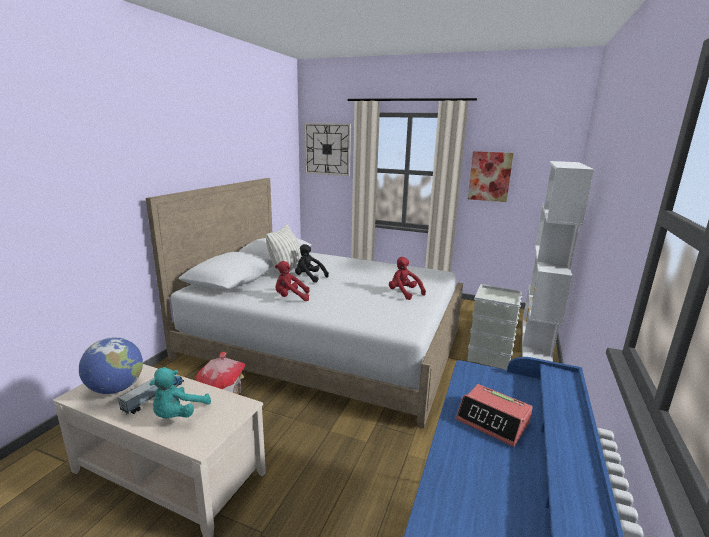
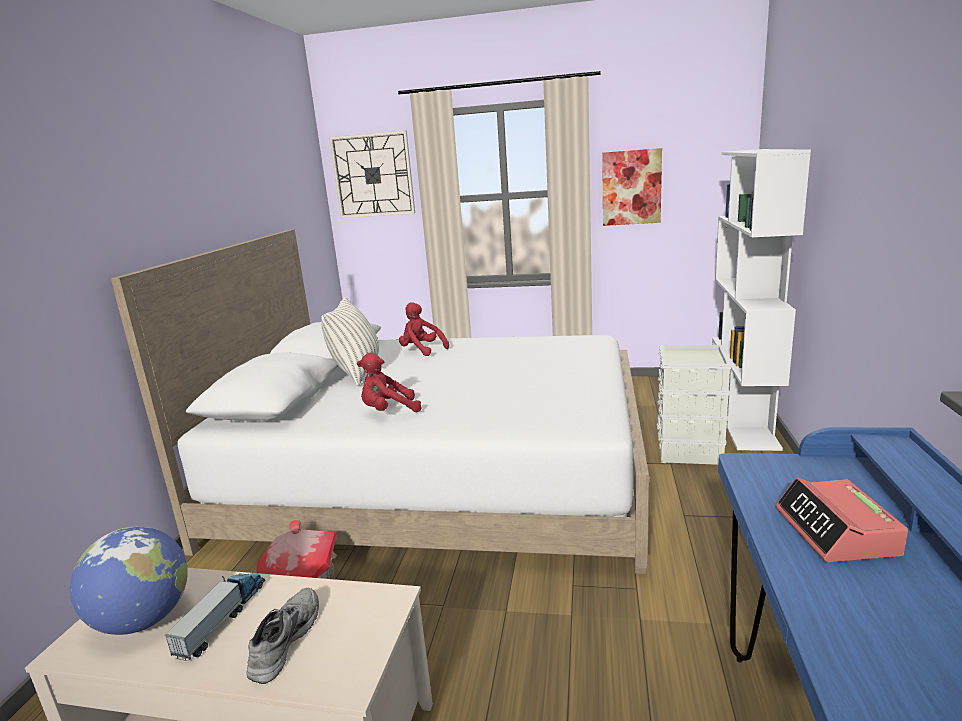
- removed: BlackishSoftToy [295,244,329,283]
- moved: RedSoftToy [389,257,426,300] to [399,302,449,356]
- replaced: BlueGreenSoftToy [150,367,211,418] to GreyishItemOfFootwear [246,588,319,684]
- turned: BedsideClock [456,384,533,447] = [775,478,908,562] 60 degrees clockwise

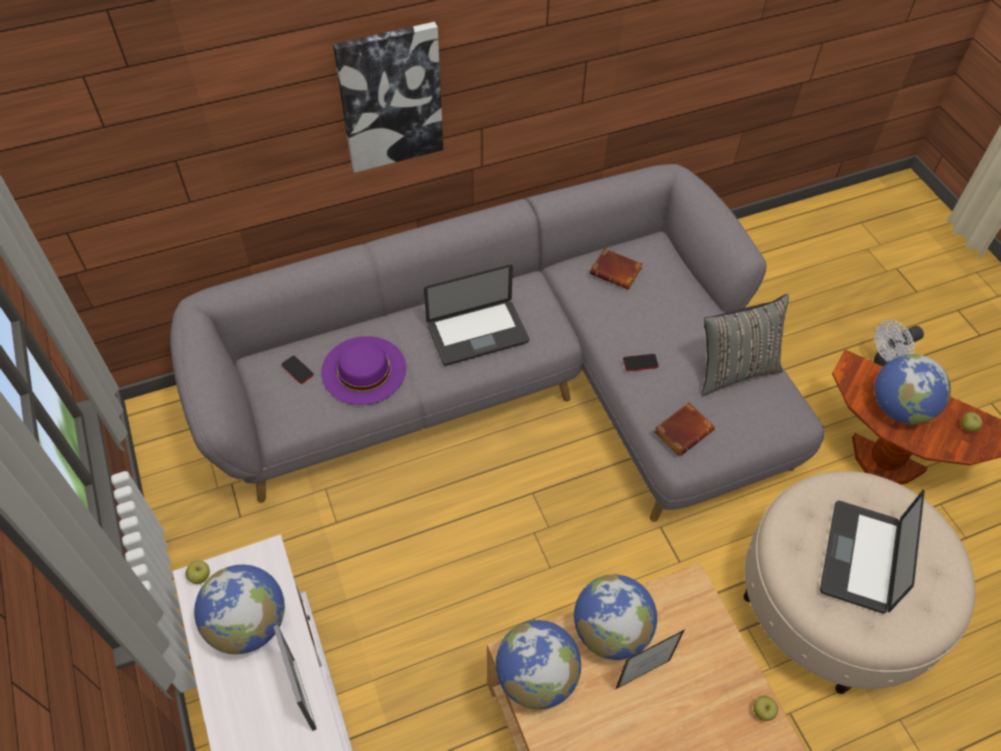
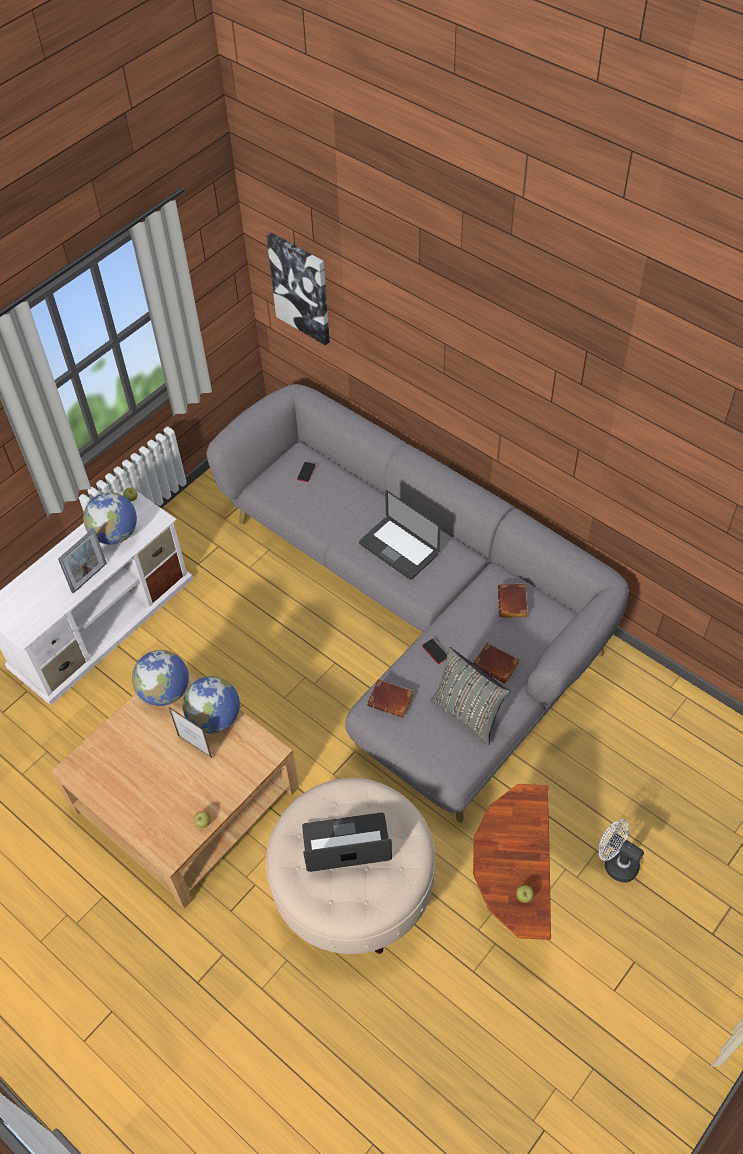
- moved: Picture [333,22,443,173] to [266,232,330,346]
- removed: PurpleColouredWearableHat [321,336,406,405]
- removed: DeskGlobe [875,354,951,424]
- added: BrownVolume [473,643,520,684]

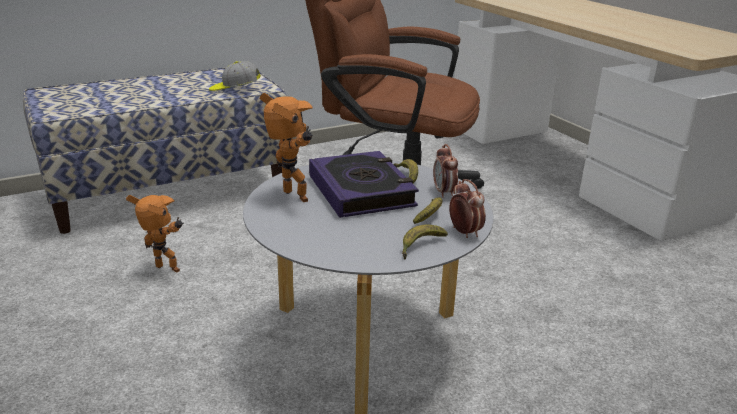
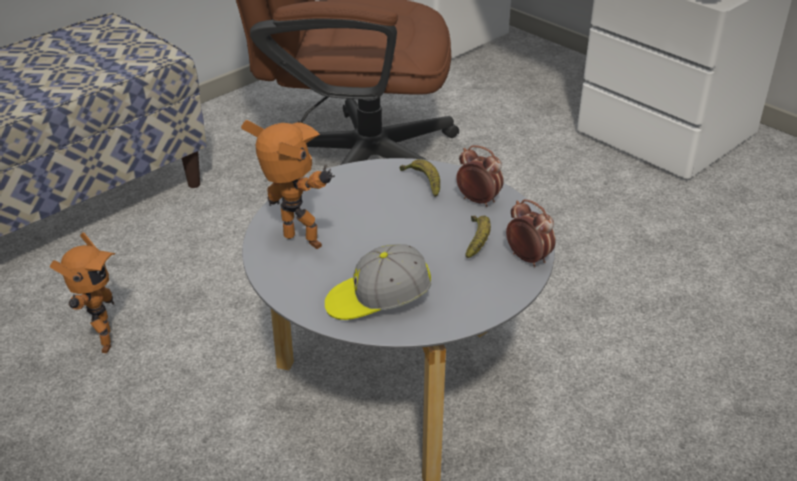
- moved: Cap [209,61,261,91] to [325,244,431,320]
- turned: BedsideClock [433,144,458,198] = [456,145,504,207] 150 degrees clockwise
- removed: Volume [309,151,419,218]
- turned: ModelRobot [126,195,184,272] = [50,232,115,353] 75 degrees clockwise
- removed: BananaFruit [402,225,448,260]

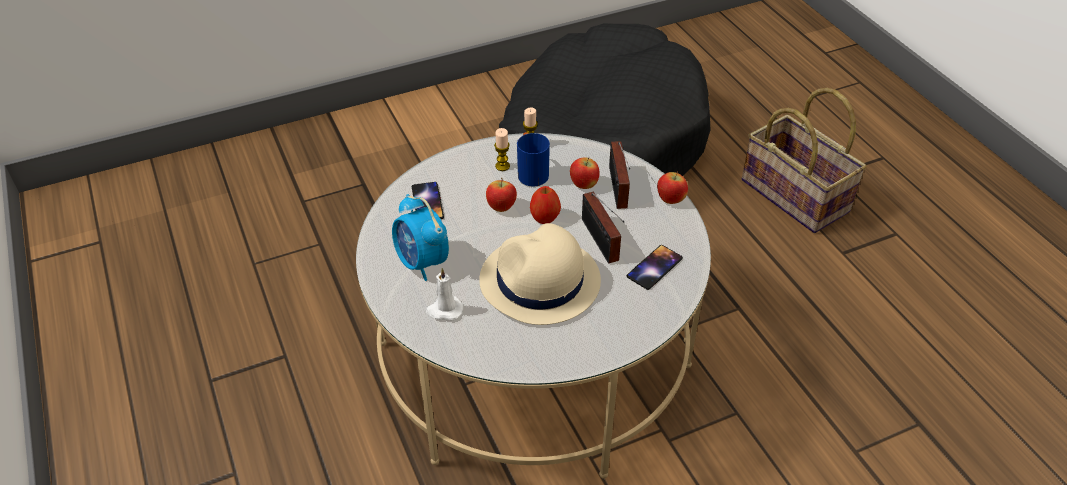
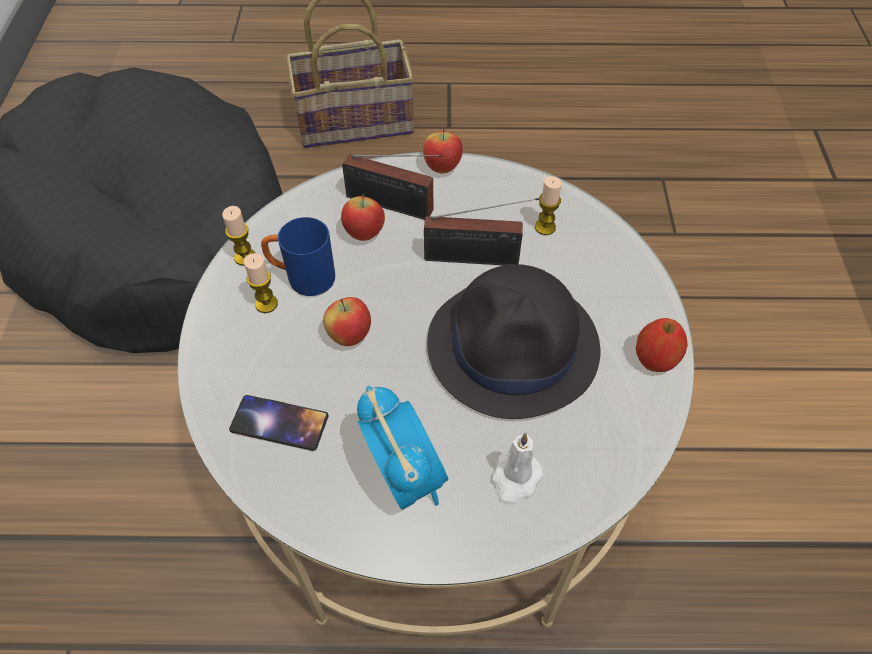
- moved: Apple [530,186,561,224] to [636,318,688,372]
- turned: BedsideClock [392,194,449,281] = [357,386,448,510] 105 degrees counterclockwise
- recoloured: SandColouredWearableHat [479,223,601,325] to BlackishWearableHat [427,264,600,419]
- replaced: Handset [627,245,683,290] to Candle [535,176,562,235]

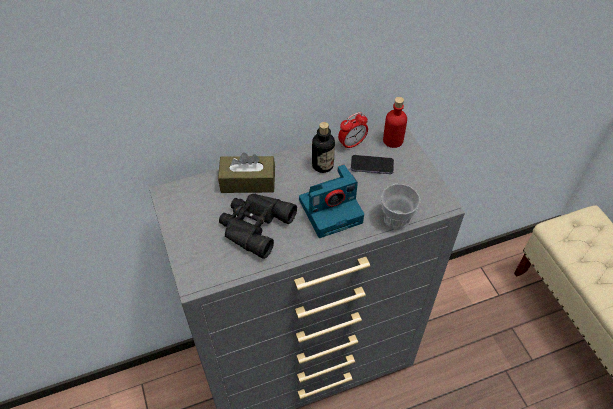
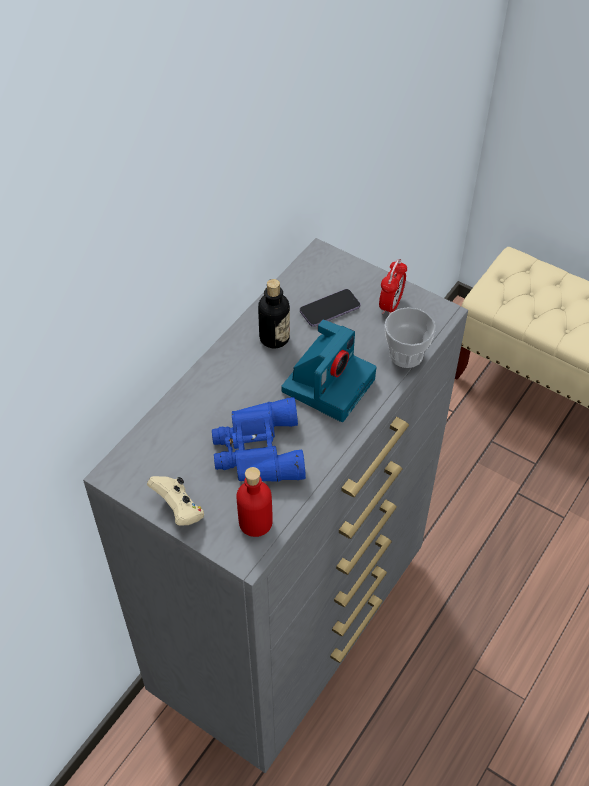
- moved: RedBottle [383,97,407,148] to [236,467,273,537]
- moved: BedsideClock [338,112,368,150] to [379,259,407,315]
- removed: BrownTissueBox [218,153,275,193]
- recoloured: BlackishBinoculars [219,194,297,259] to BlueBinoculars [212,397,306,482]
- added: SandColouredGamepad [147,476,204,526]

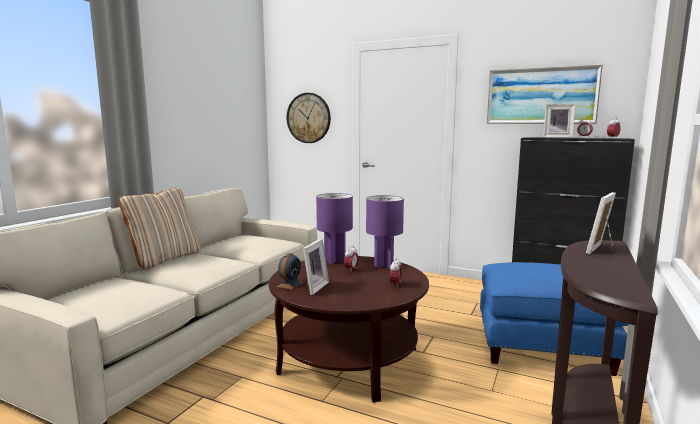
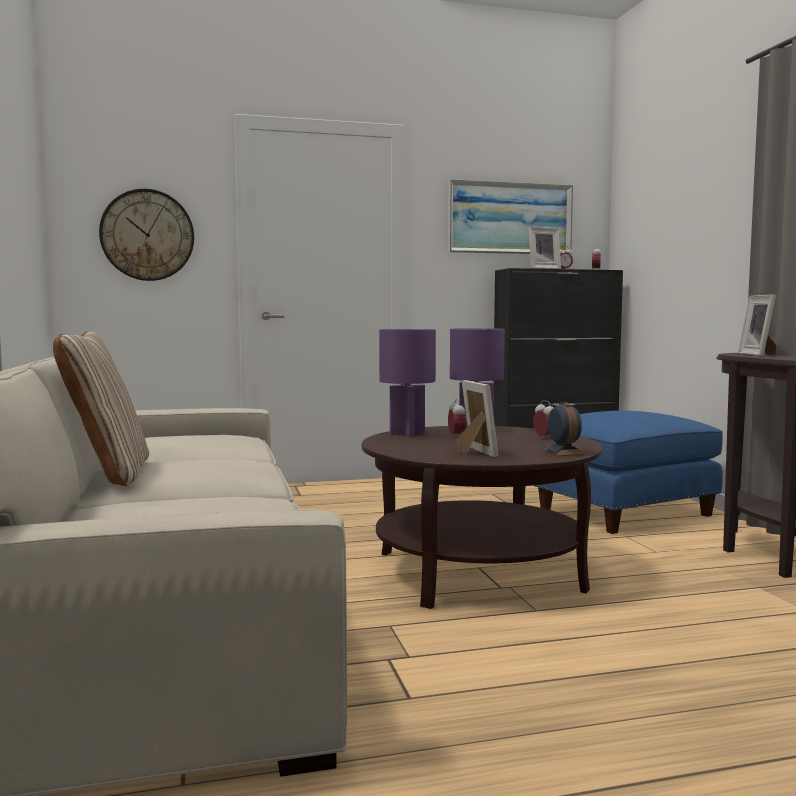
- moved: BedsideClock [276,253,303,290] to [543,403,585,456]

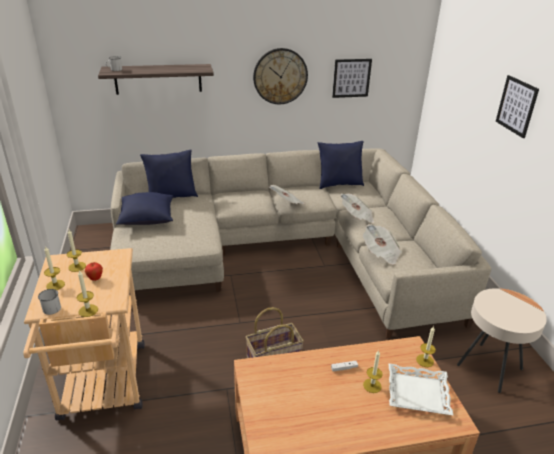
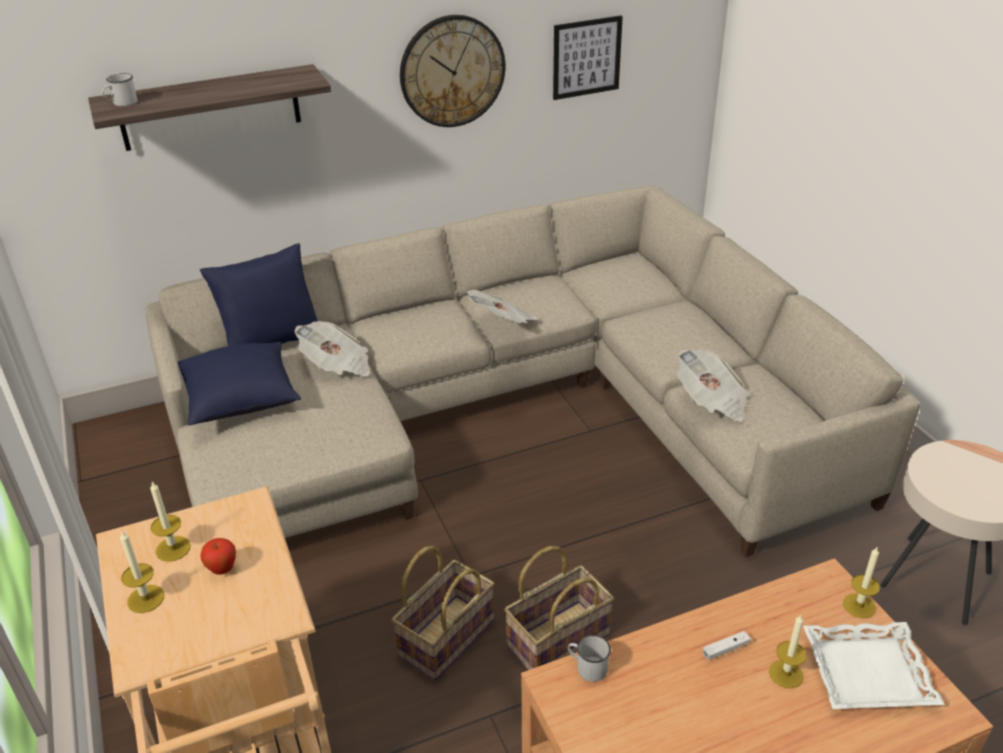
- removed: Picture [496,75,539,138]
- removed: BlueThrowPillow [318,141,364,189]
- moved: PrintedPaper [340,193,374,223] to [295,321,370,376]
- removed: Candle [77,270,98,317]
- moved: WhiteColouredMug [38,289,61,315] to [568,635,611,682]
- added: Basket [391,546,495,680]

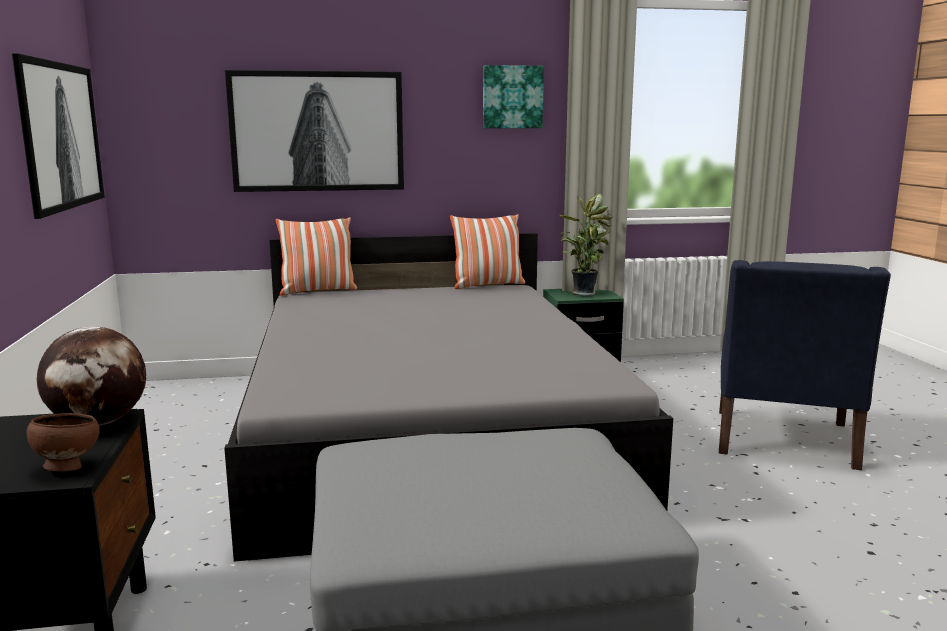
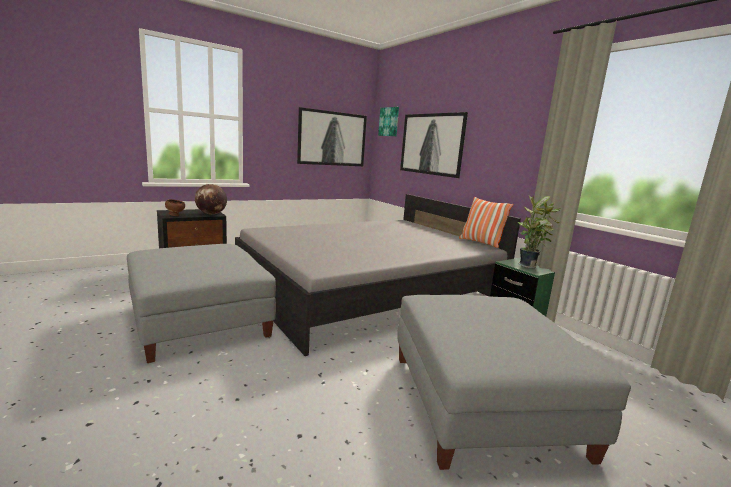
- moved: Picture [483,65,544,128] to [378,107,399,136]
- removed: ThrowPillow [276,217,357,296]
- replaced: BlueEasyChair [719,260,891,470] to GreyishPouffe [397,295,631,470]

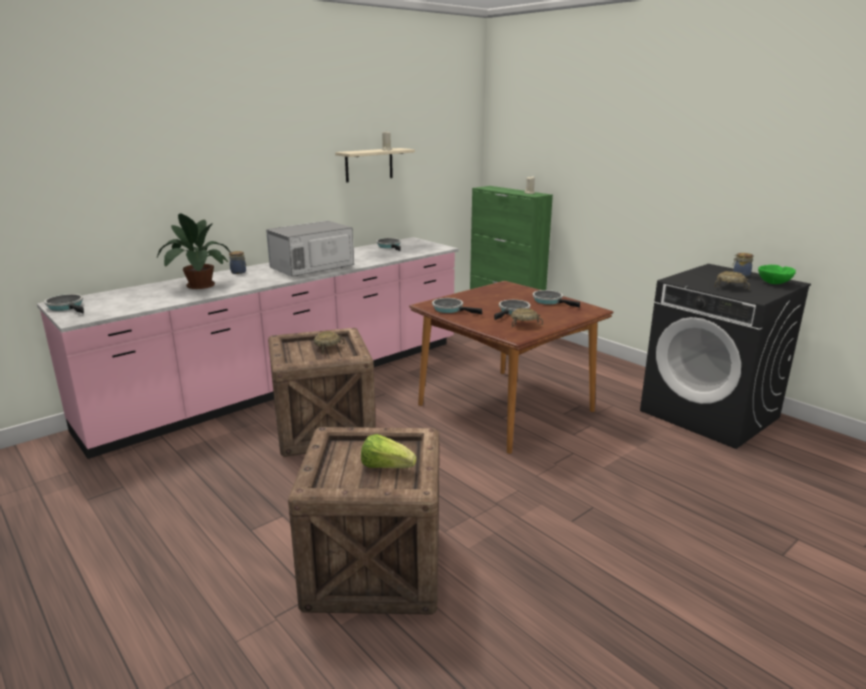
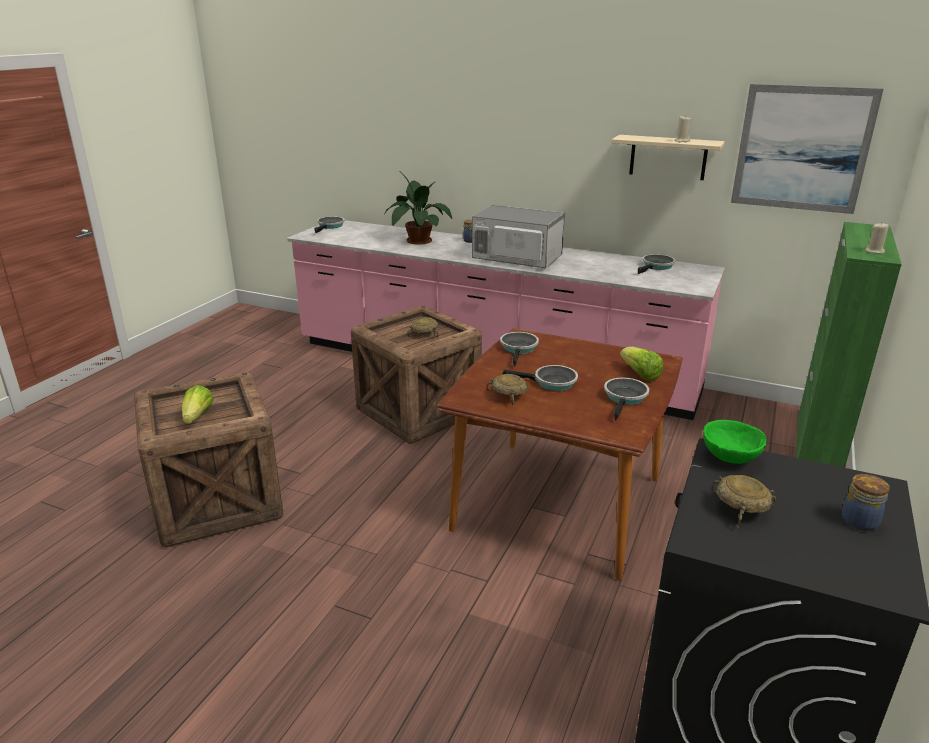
- moved: GreenServingBowl [758,265,796,284] to [703,420,767,464]
- added: Picture [731,84,884,214]
- added: HeadOfLettuce [620,347,663,381]

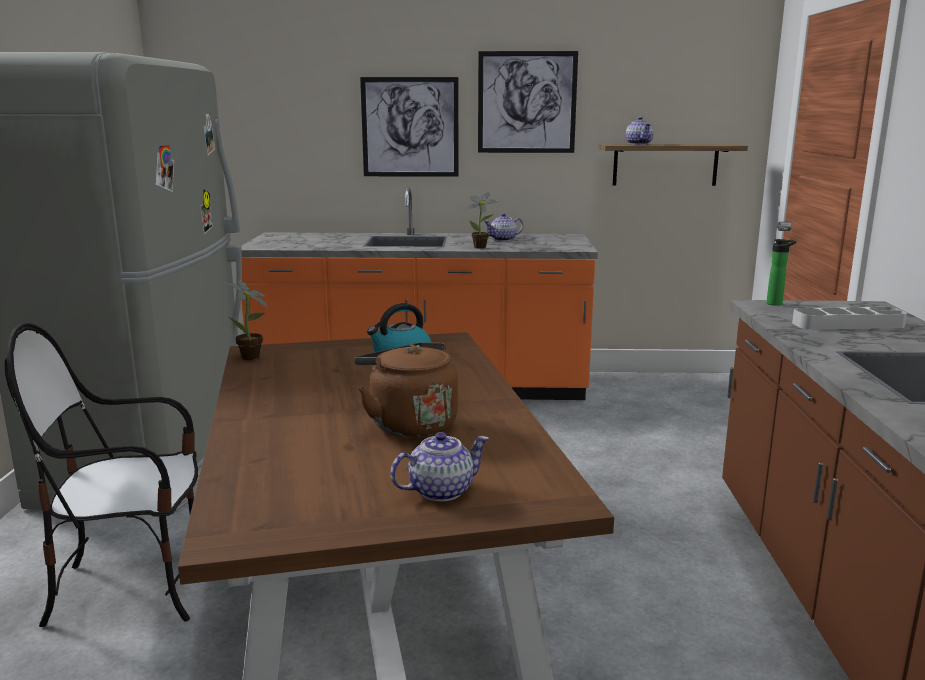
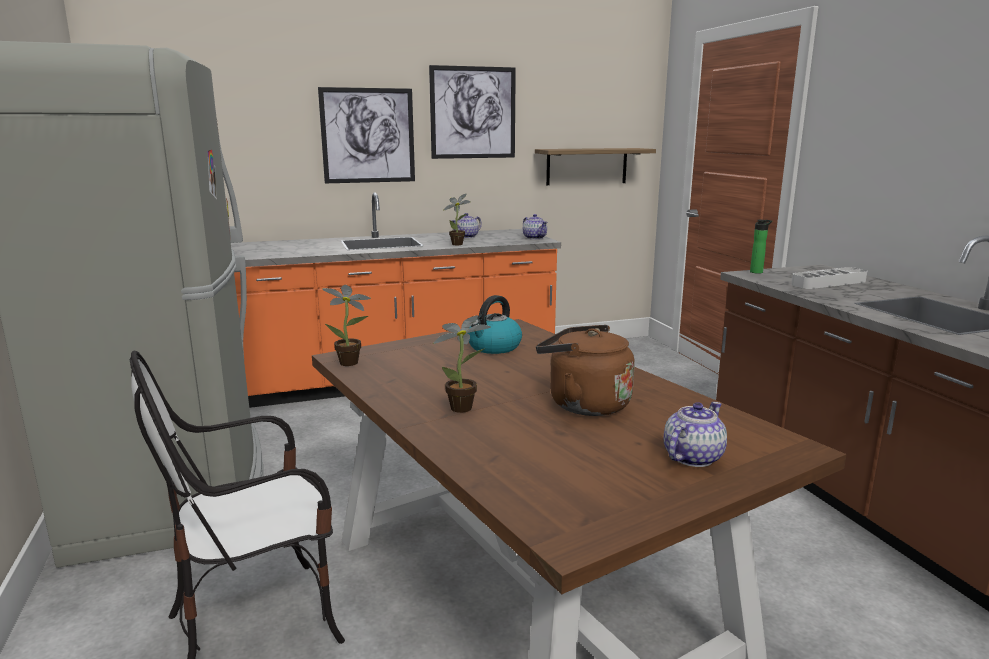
- moved: PotForTea [626,117,654,145] to [523,214,547,239]
- added: Houseplant [433,315,491,413]

